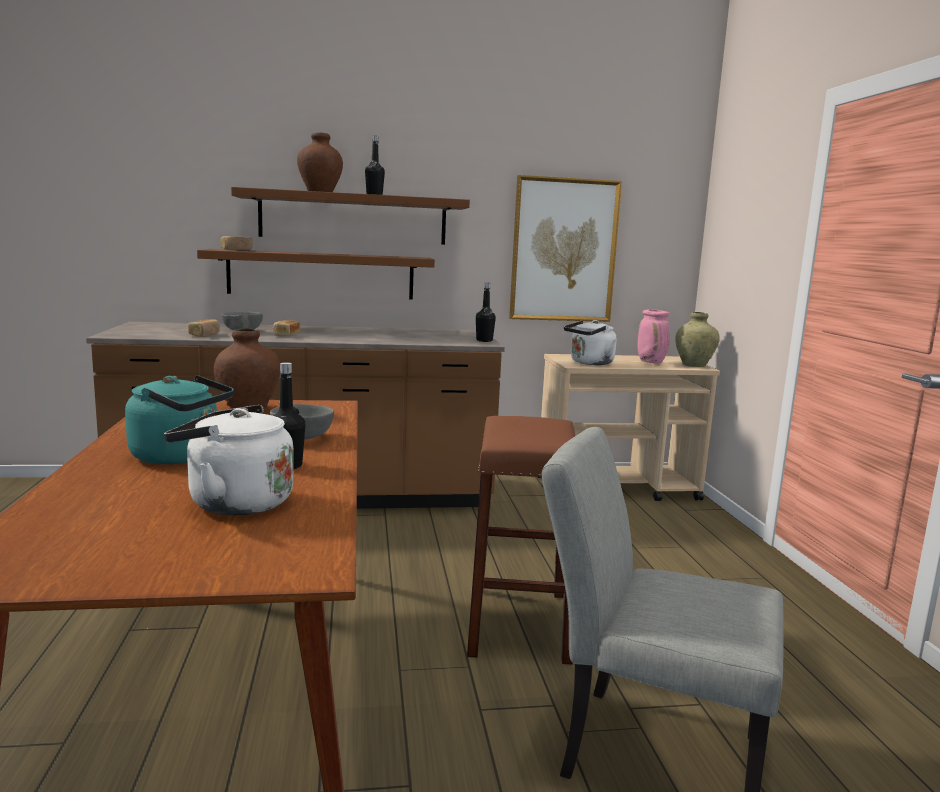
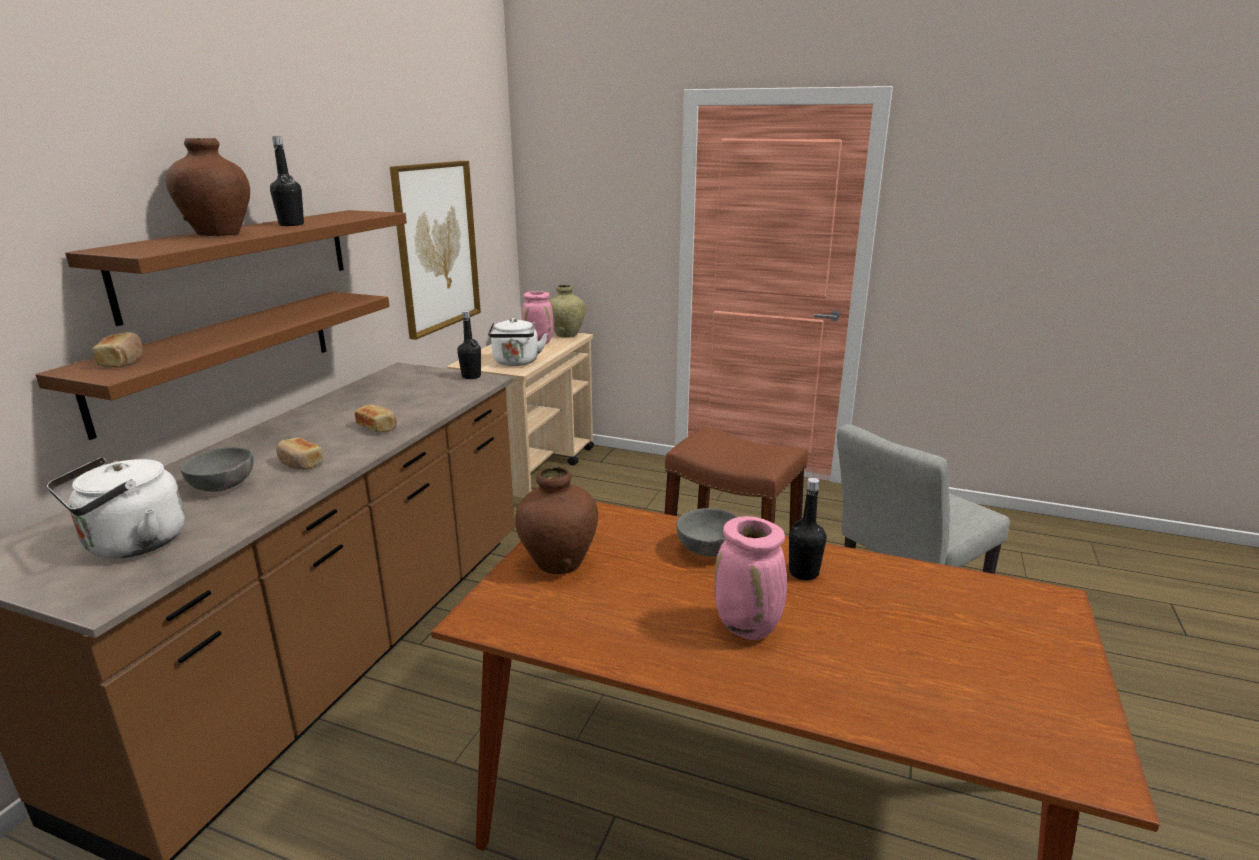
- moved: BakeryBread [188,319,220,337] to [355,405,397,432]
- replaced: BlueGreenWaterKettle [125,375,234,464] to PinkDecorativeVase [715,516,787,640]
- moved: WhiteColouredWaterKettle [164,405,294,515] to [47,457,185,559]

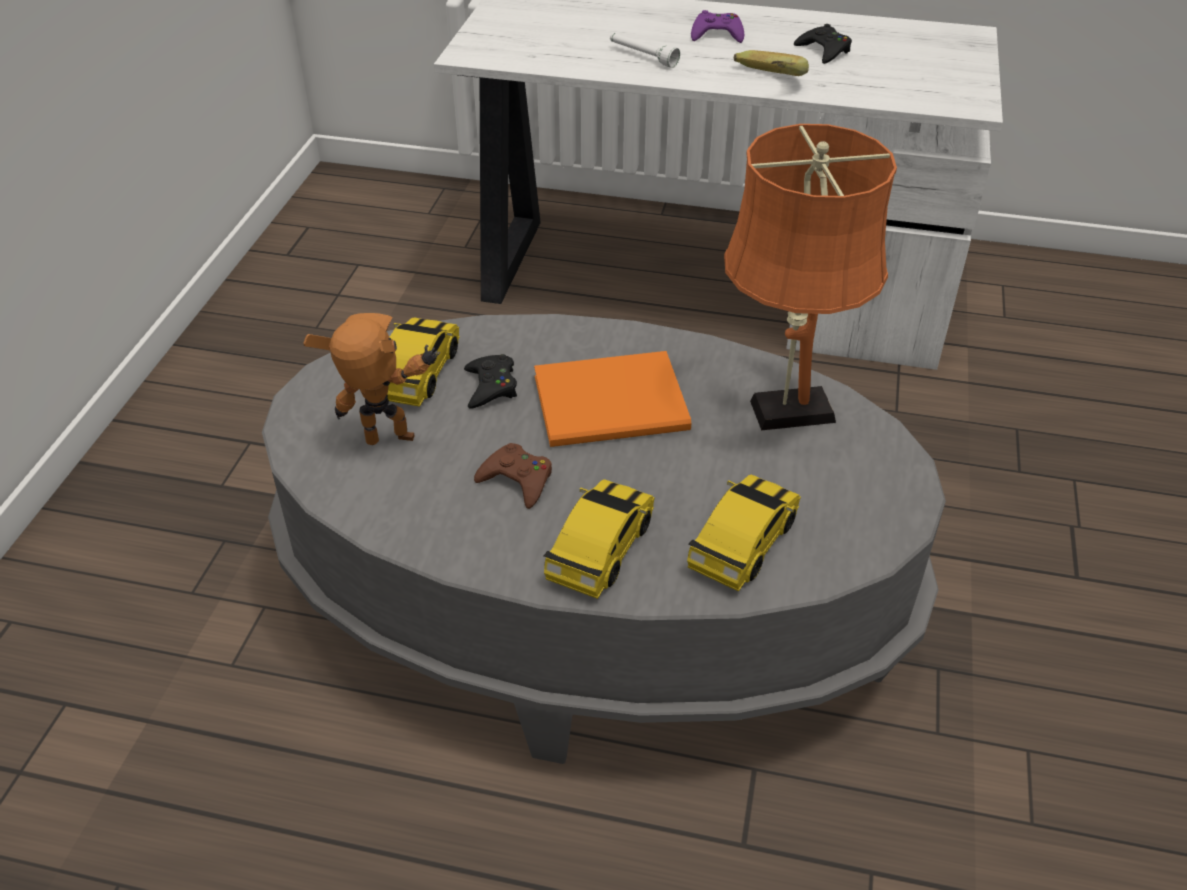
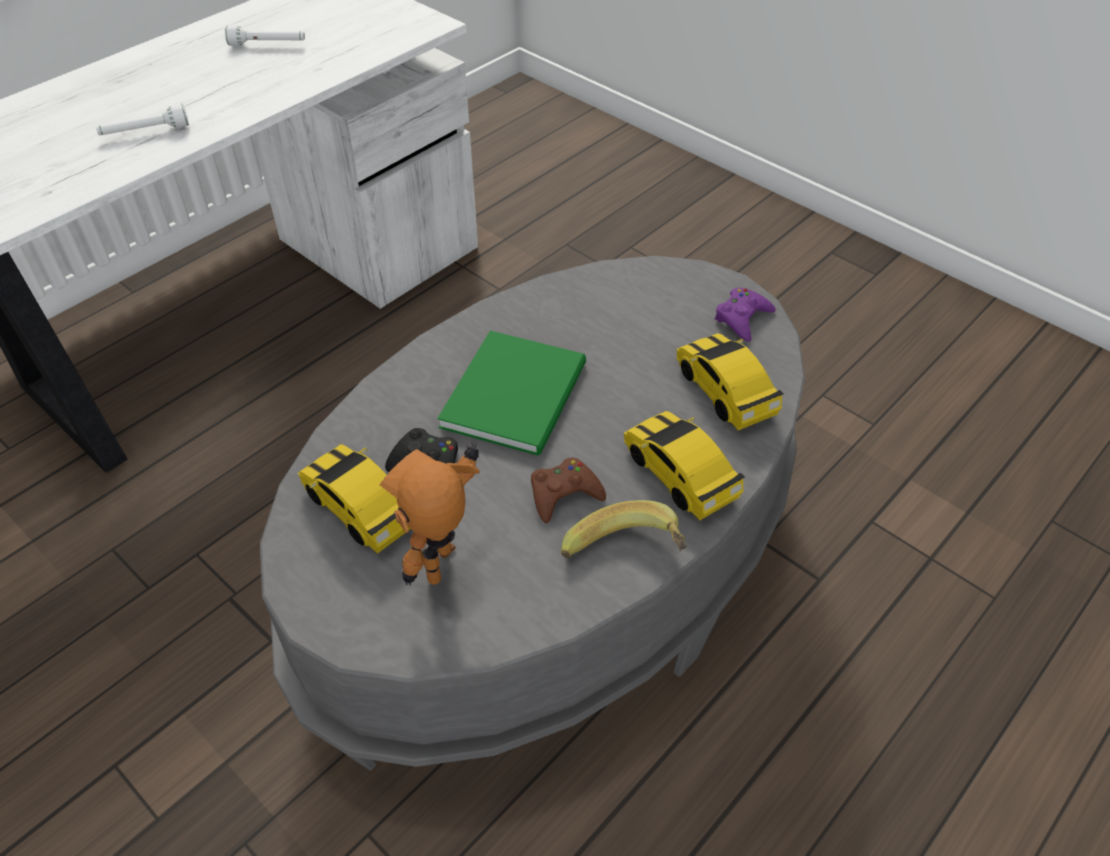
- moved: PurpleColouredGamepad [691,10,744,43] to [715,288,776,342]
- replaced: BlackishGamepad [794,24,852,64] to WhiteColouredHandTorch [225,25,305,46]
- moved: BananaFruit [734,50,809,76] to [561,500,687,558]
- removed: OrangeColouredLampForATable [724,124,897,431]
- recoloured: OrangeColouredVolume [534,351,691,447] to GreenVolume [437,331,586,456]

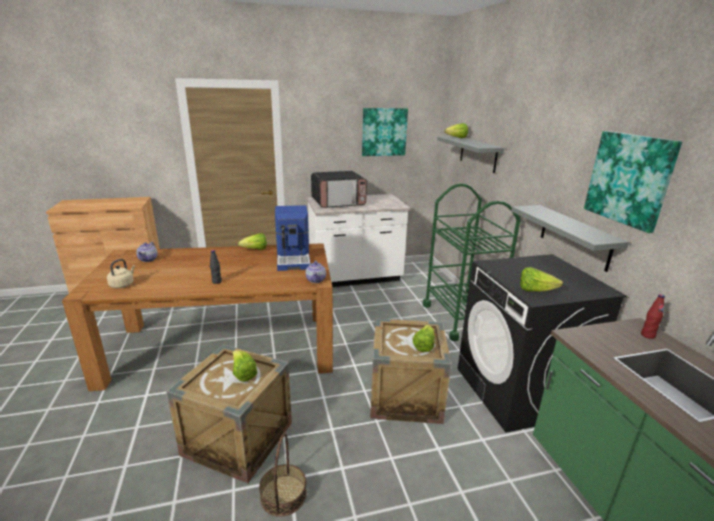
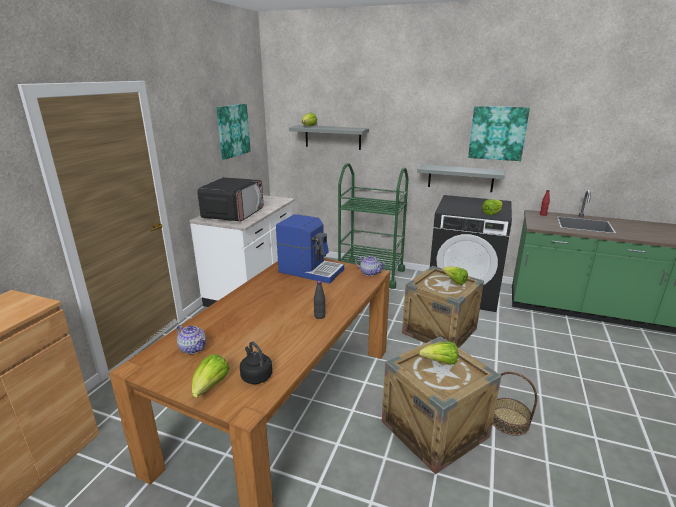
- moved: HeadOfLettuce [238,233,267,250] to [192,354,229,398]
- recoloured: SandColouredWaterKettle [107,259,135,288] to BlackishWaterKettle [240,341,272,384]

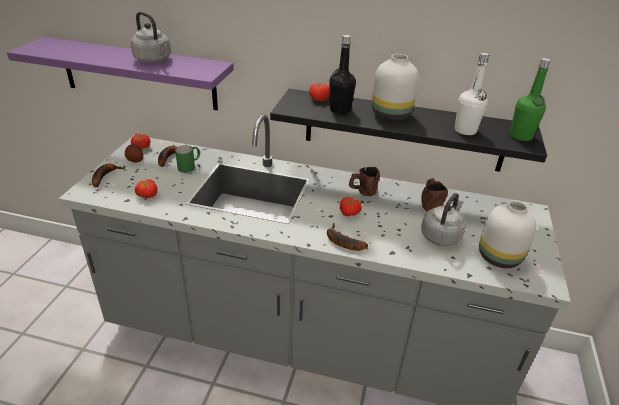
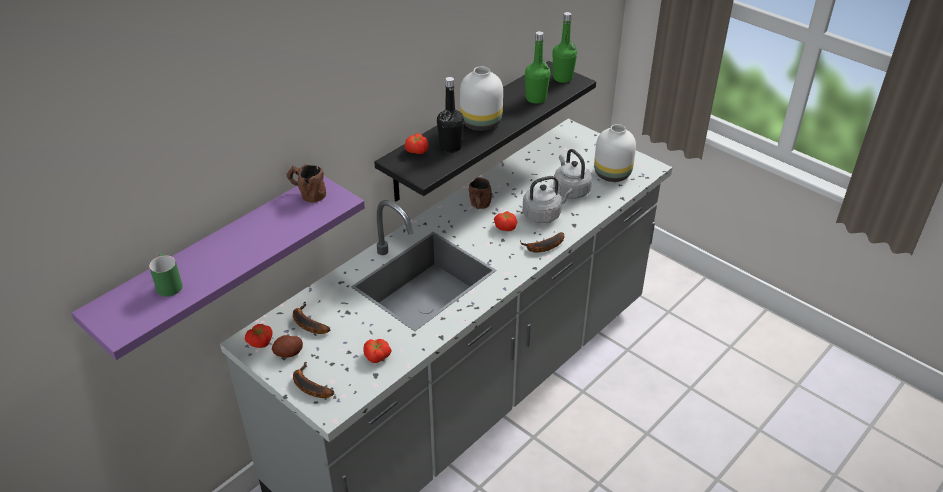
- moved: GreyishWaterKettle [131,12,171,63] to [522,176,573,223]
- recoloured: WhiteColouredBottle [455,53,489,135] to GreenBottle [525,31,550,104]
- moved: GreenMug [175,145,200,173] to [149,254,183,297]
- moved: BrownMug [421,178,448,211] to [287,164,326,203]

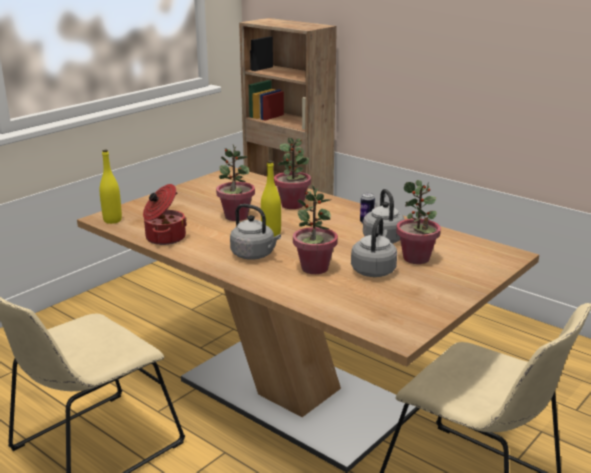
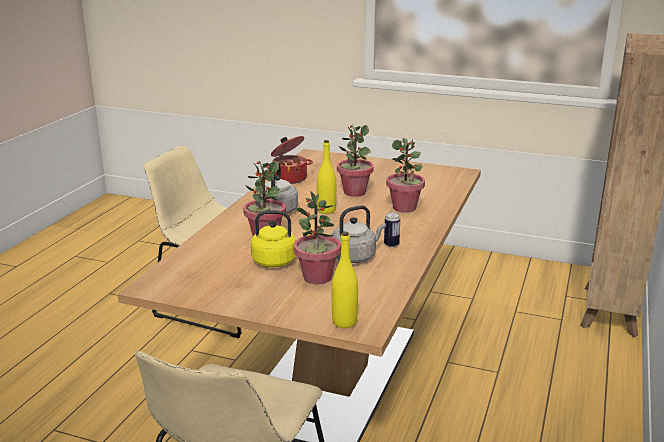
- moved: YellowBottle [99,150,122,224] to [332,232,358,328]
- recoloured: GreyishWaterKettle [351,217,397,277] to YellowWaterKettle [251,210,309,267]

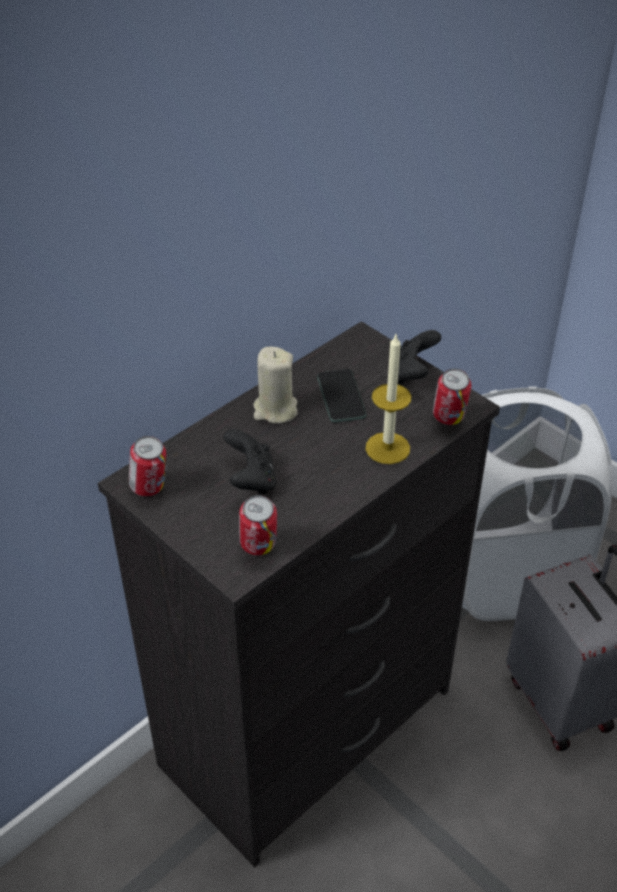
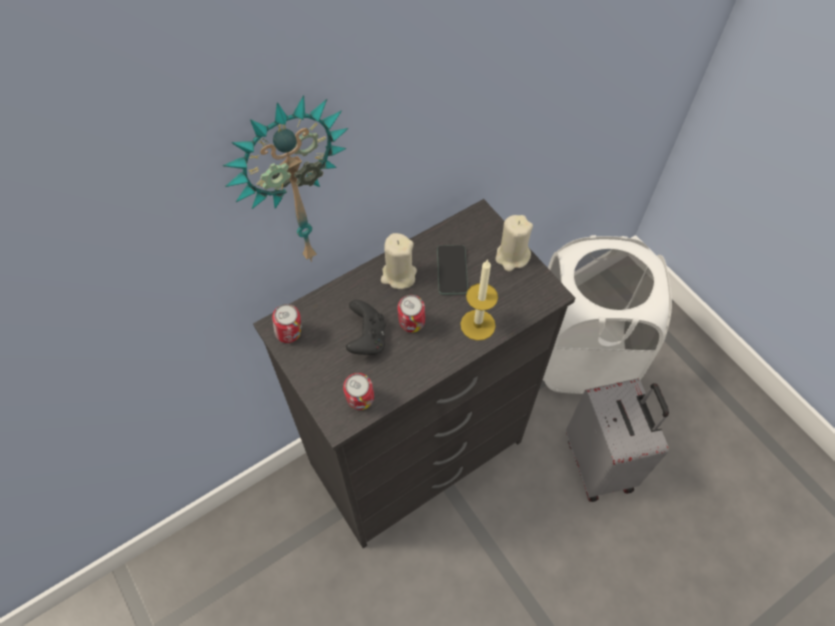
- replaced: BlackishGamepad [398,330,441,385] to SandColouredCandle [496,215,533,272]
- moved: SealedCan [433,368,472,425] to [397,295,425,333]
- added: WallClock [223,95,348,262]

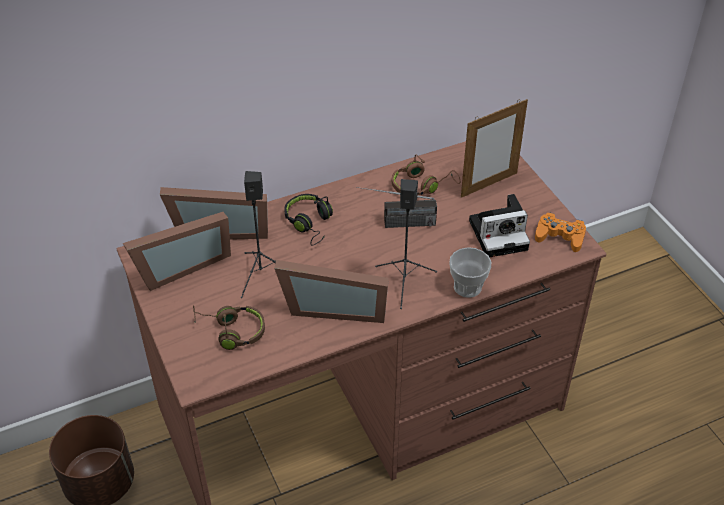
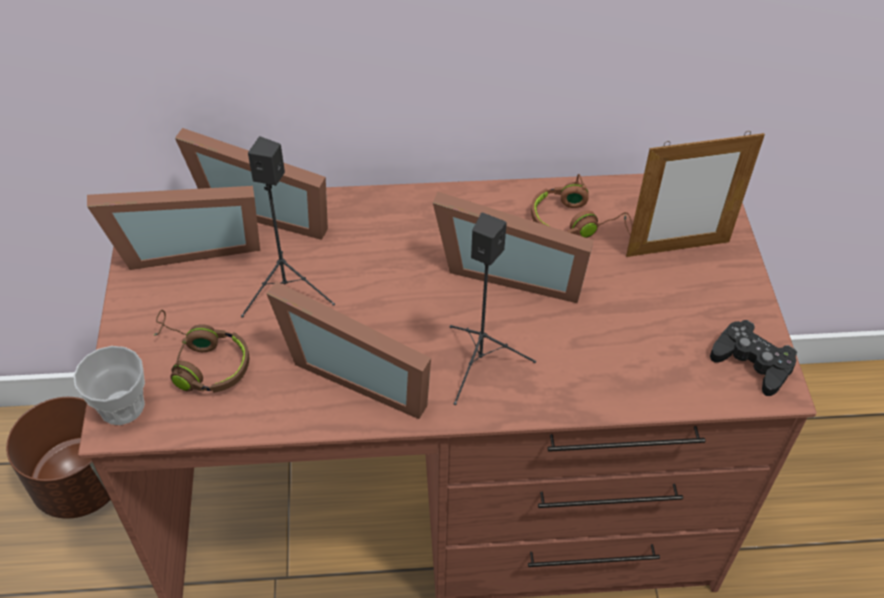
- replaced: RadioSet [356,187,437,228] to PictureFrame [433,192,594,303]
- removed: BlackishPairOfHeadphones [284,194,333,246]
- removed: PhotoCamera [469,194,530,257]
- recoloured: OrangeColouredGamepad [535,212,586,252] to BlackishGamepad [710,320,797,396]
- moved: DrinkingCup [449,247,491,298] to [73,346,145,425]

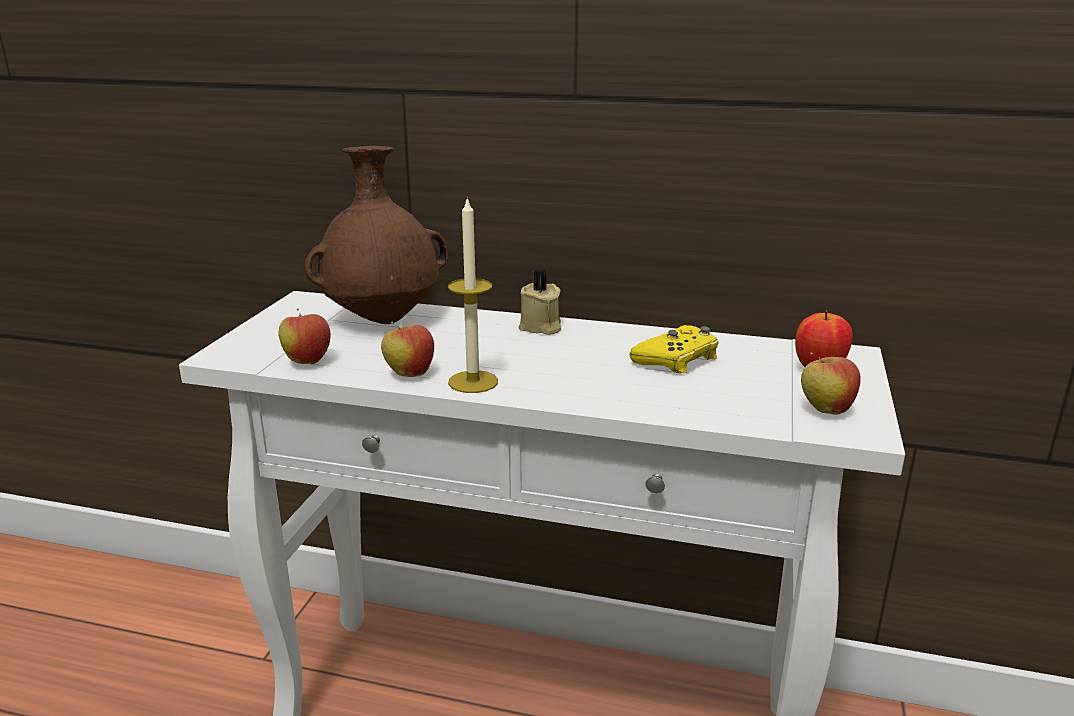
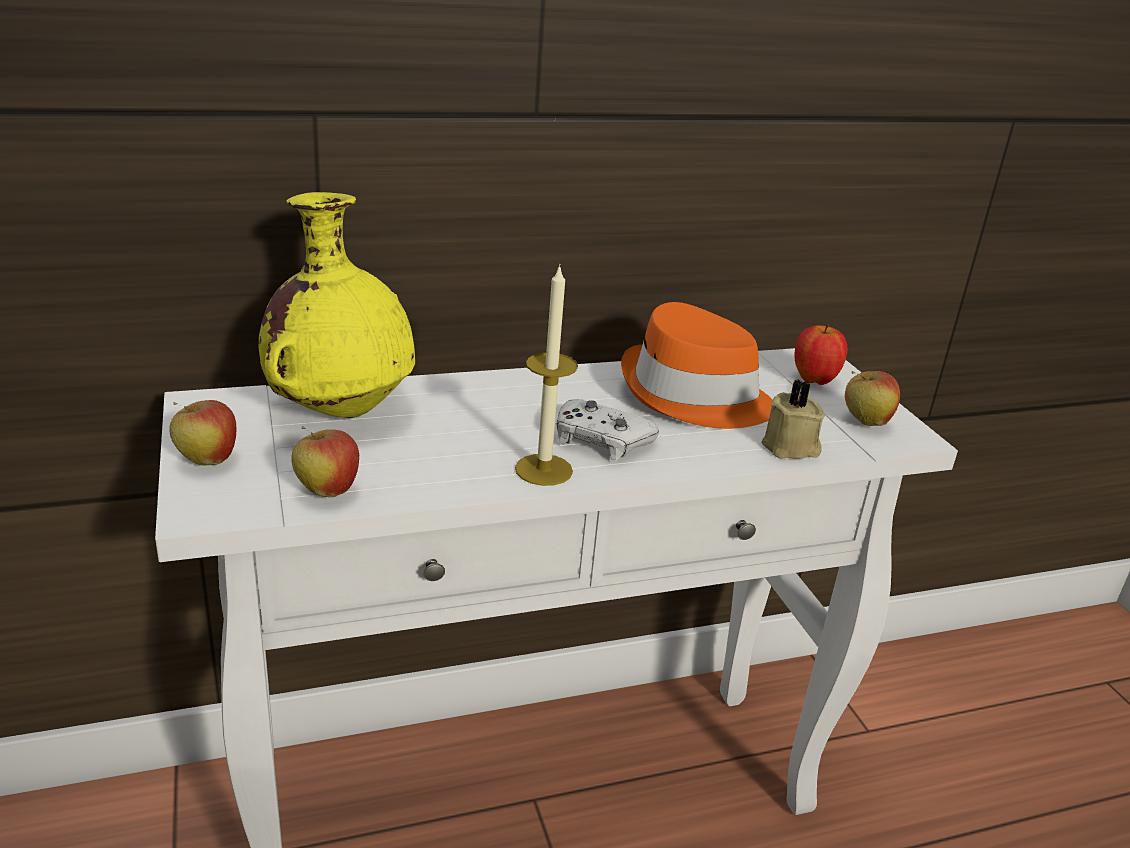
- recoloured: BrownDecorativeVase [304,146,448,324] to YellowDecorativeVase [259,192,415,418]
- moved: SandColouredCandle [519,269,561,335] to [761,380,825,459]
- moved: Apple [381,322,434,377] to [169,400,236,466]
- replaced: YellowGamepad [630,325,719,373] to OrangeColouredWearableHat [621,302,772,429]
- added: WhiteColouredGamepad [557,399,659,460]

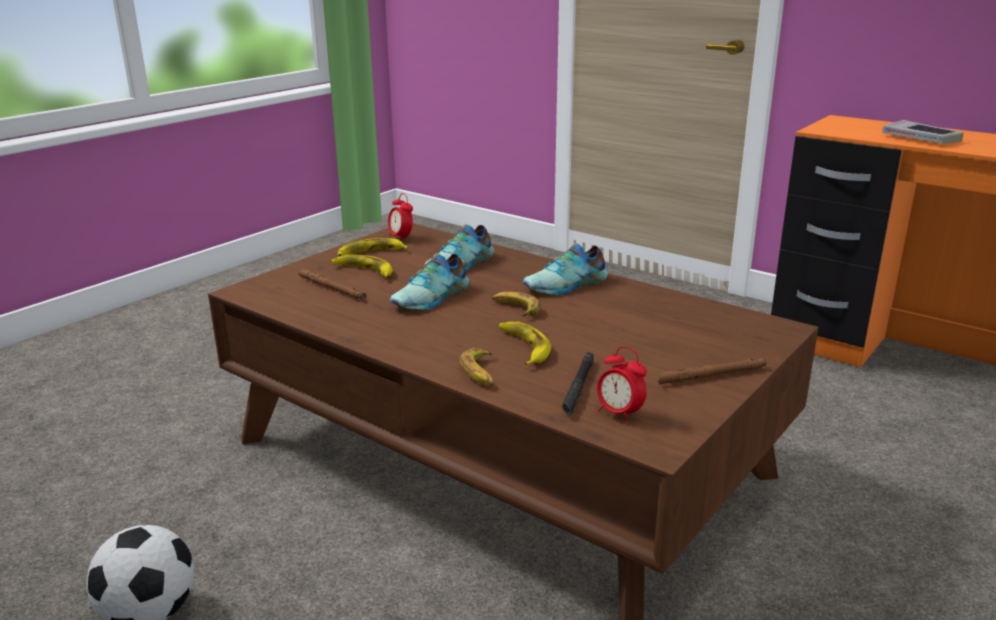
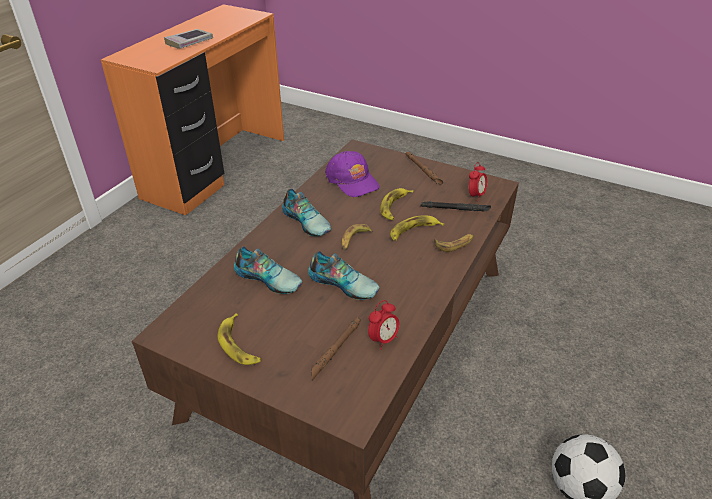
- moved: BedsideClock [388,193,413,238] to [368,300,399,350]
- moved: BananaFruit [331,255,393,278] to [380,188,413,220]
- added: PurpleColouredCap [325,151,380,197]

